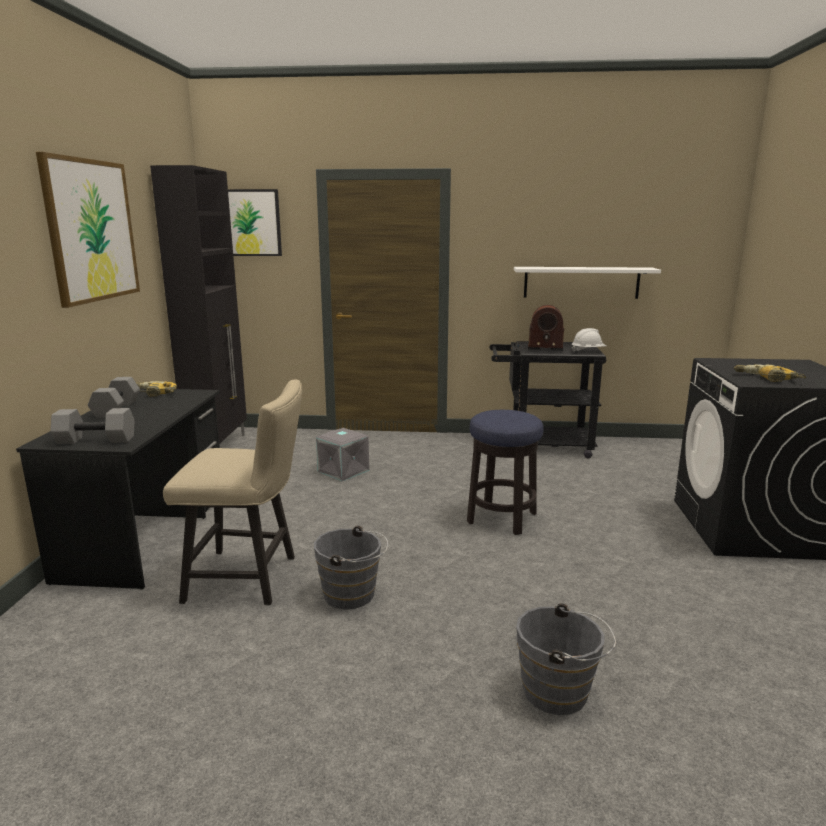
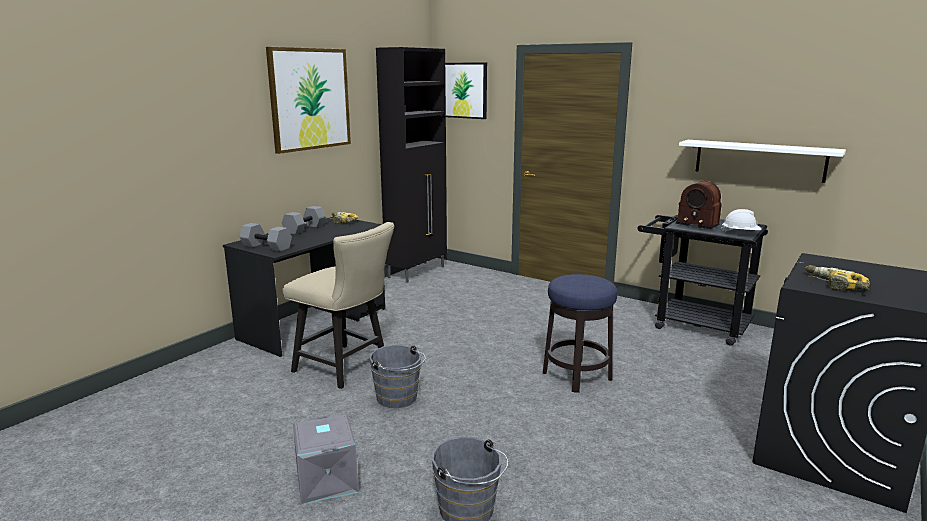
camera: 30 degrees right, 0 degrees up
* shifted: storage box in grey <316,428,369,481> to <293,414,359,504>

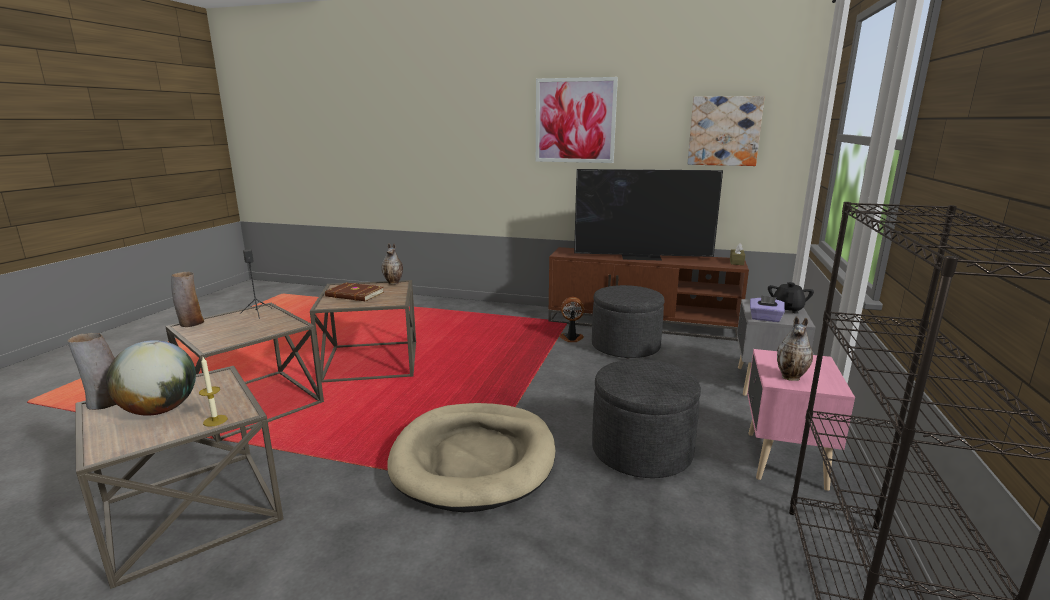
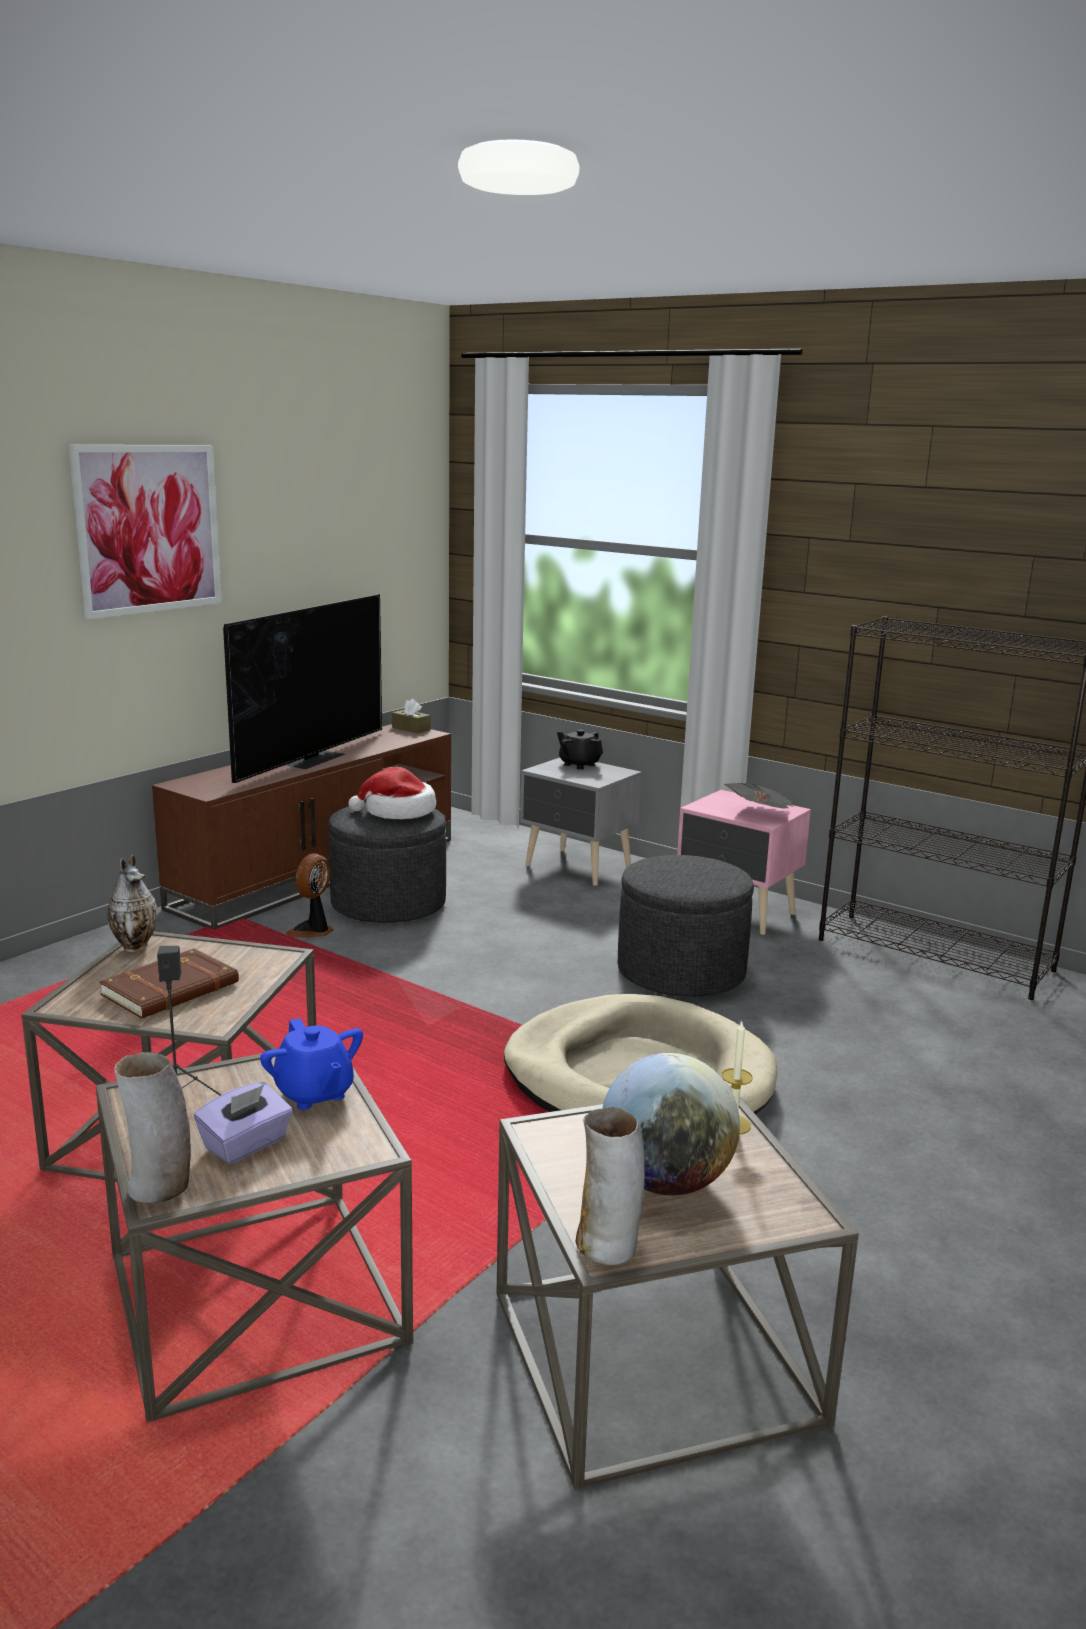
camera: 70 degrees left, 0 degrees up
* gone: picture <687,96,765,166>
* shifted: tissue box in purple <750,295,785,322> to <194,1082,293,1164>
* swapped: vase <777,316,813,381> to newspaper <724,783,794,808>
* new: hat <349,767,436,819>
* new: teapot in blue <260,1018,363,1110>

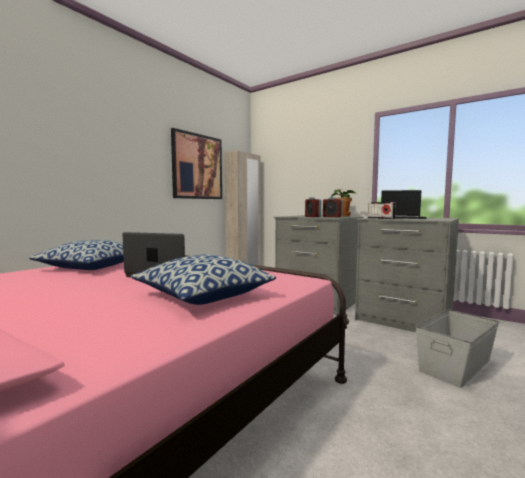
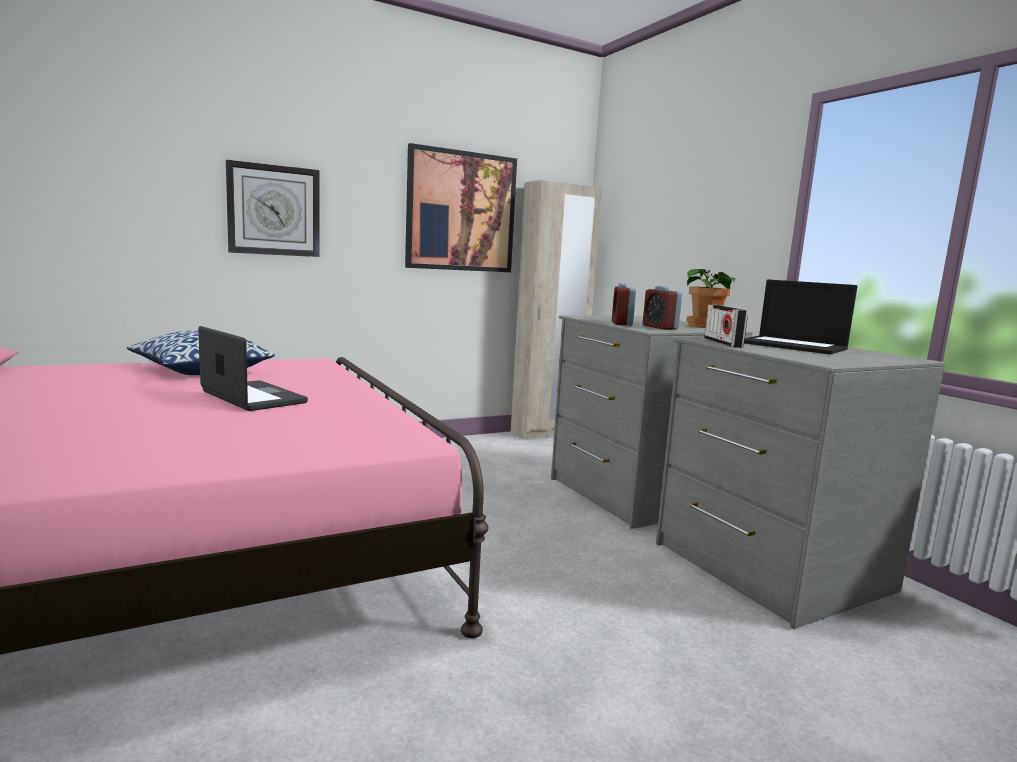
camera: 25 degrees right, 5 degrees up
* gone: pillow <131,254,276,305>
* gone: storage box in grey <416,309,499,388>
* new: wall clock <226,160,320,257>

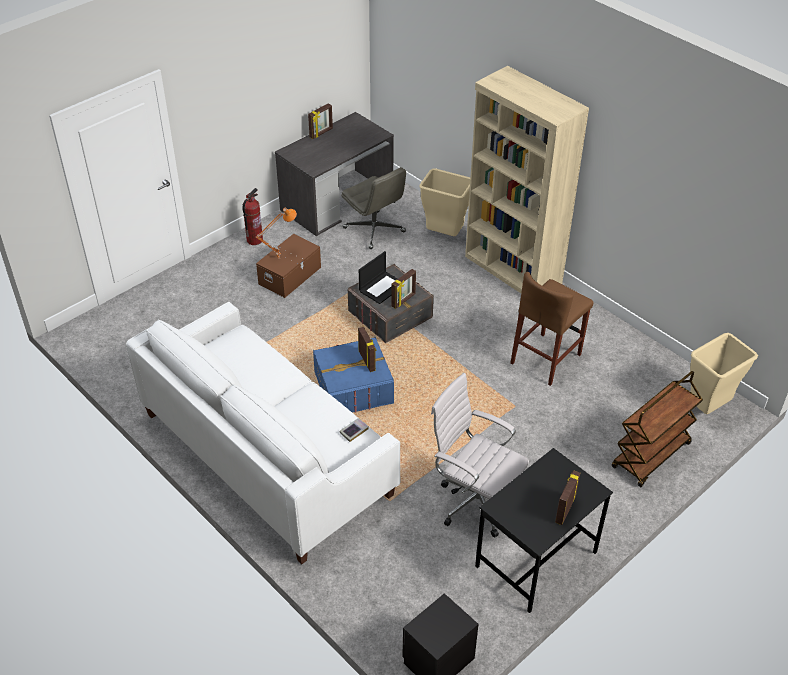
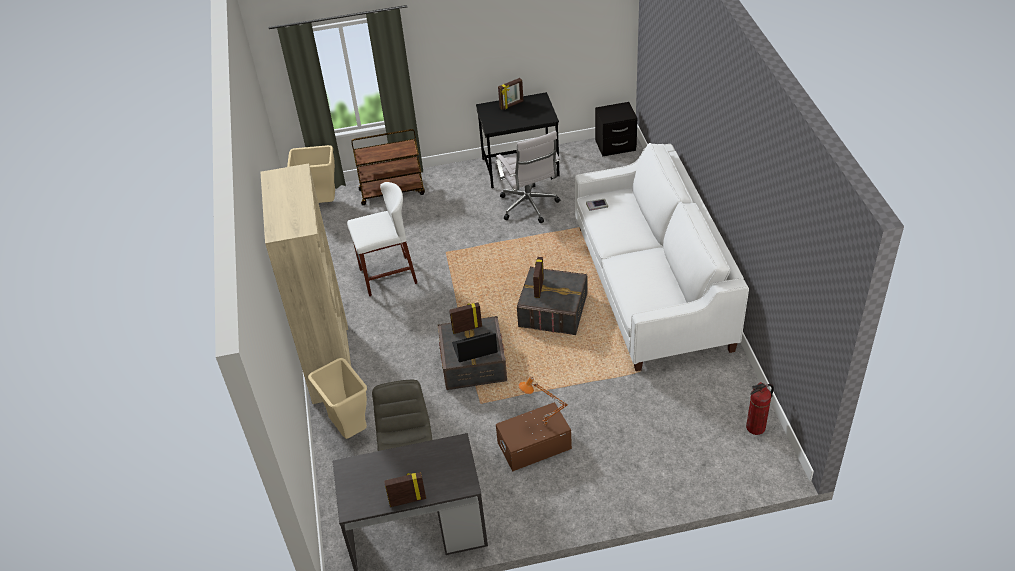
camera: 145 degrees left, 0 degrees up
* shifted: fire extinguisher <242,188,263,245> to <746,382,774,435>
* repainted: stool in brown <510,272,593,386> to stool in white <347,182,417,296>
* repainted: storage box in blue <313,337,394,413> to storage box in grey <517,266,588,335>

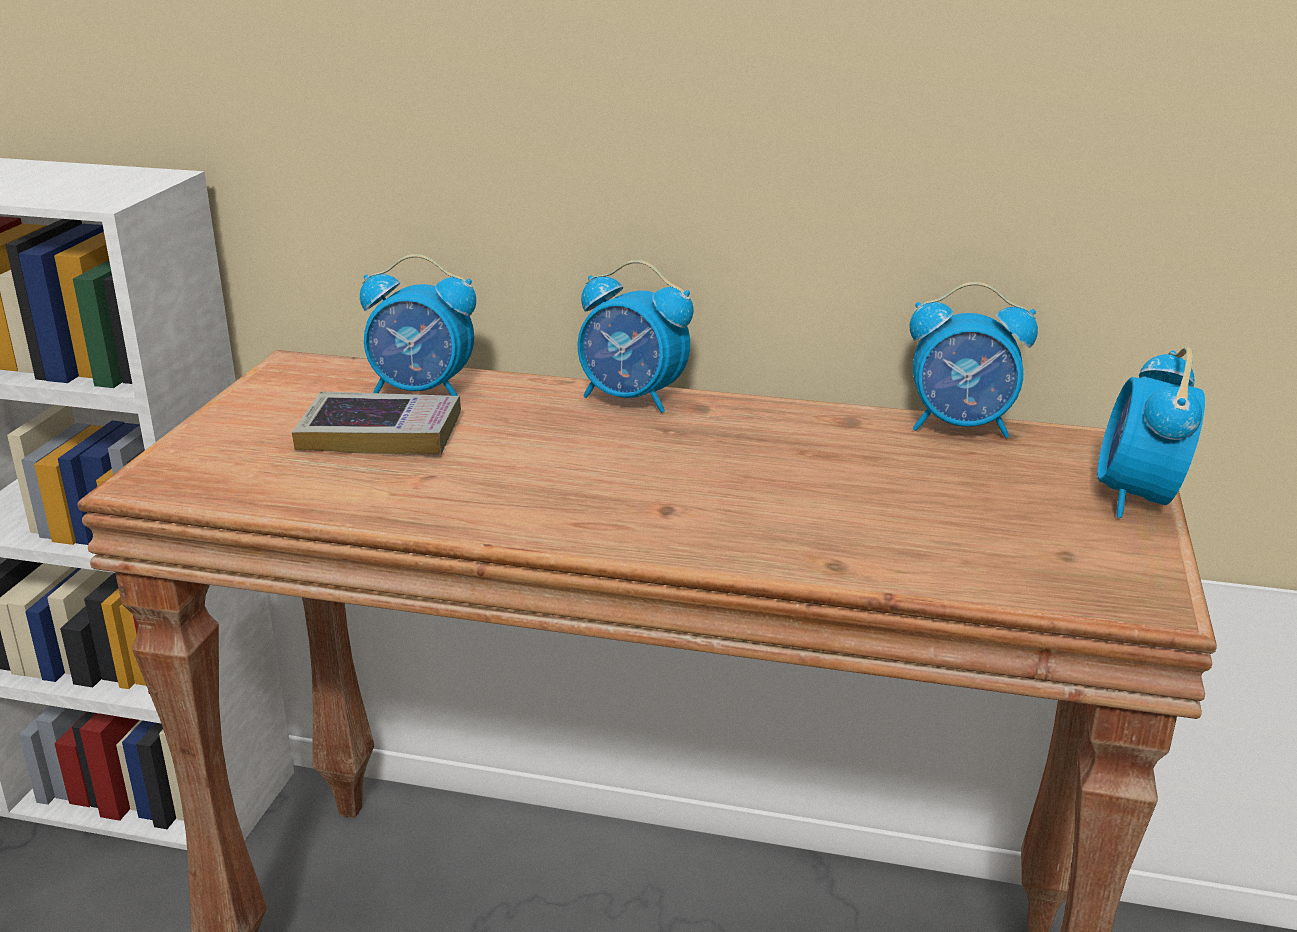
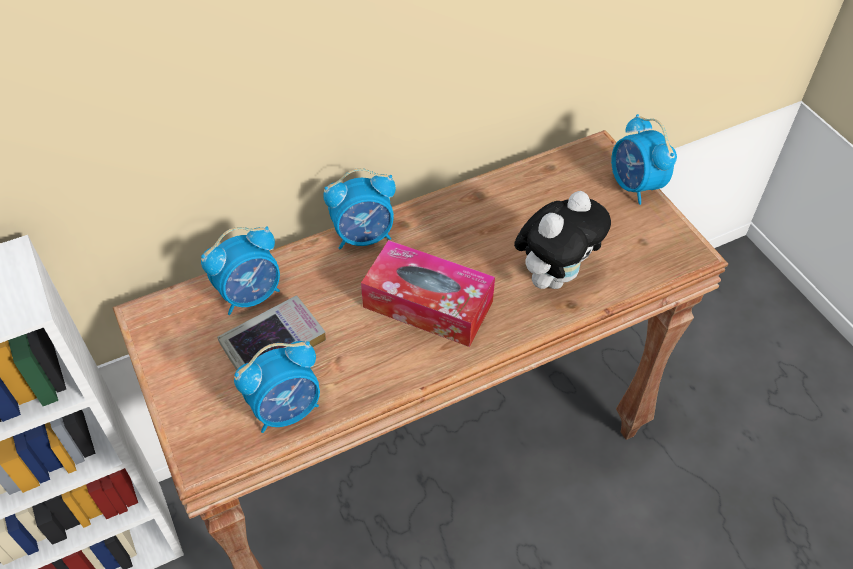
camera: 40 degrees left, 25 degrees up
* shifted: alarm clock <909,282,1038,438> to <234,341,320,433>
* new: plush toy <514,191,611,289>
* new: tissue box <361,240,495,347>

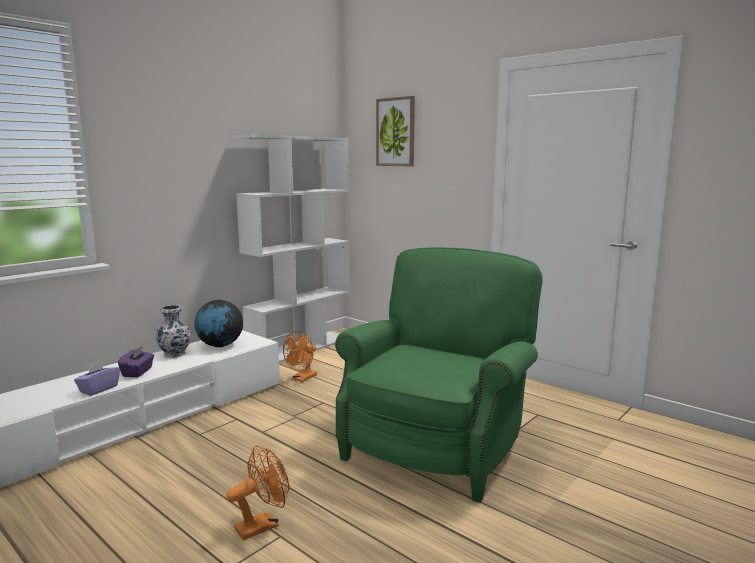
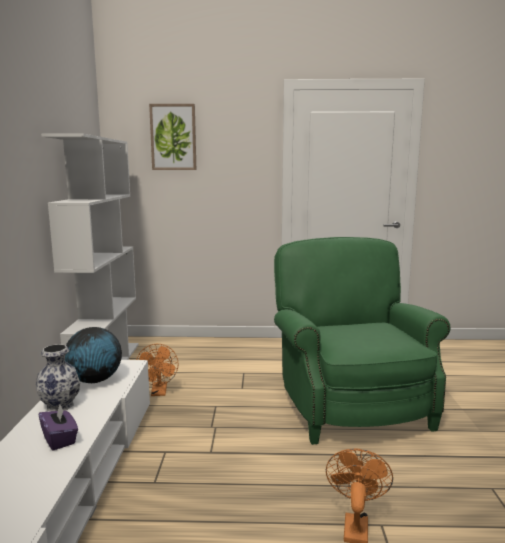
camera: 40 degrees left, 0 degrees up
* gone: tissue box in purple <74,360,120,396>

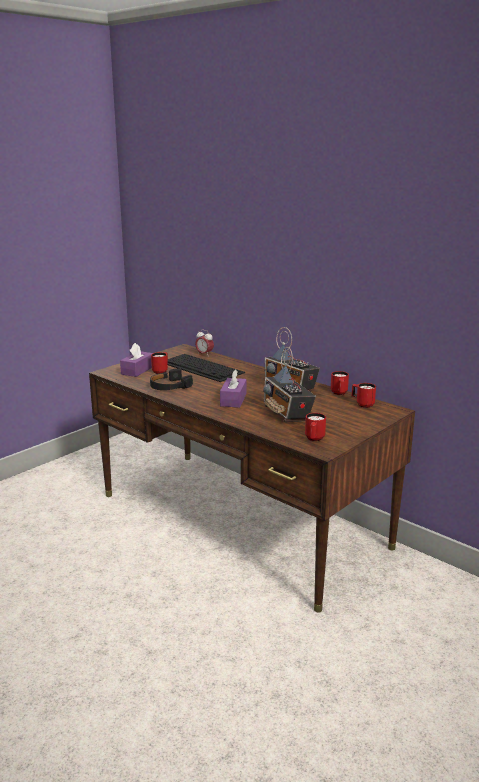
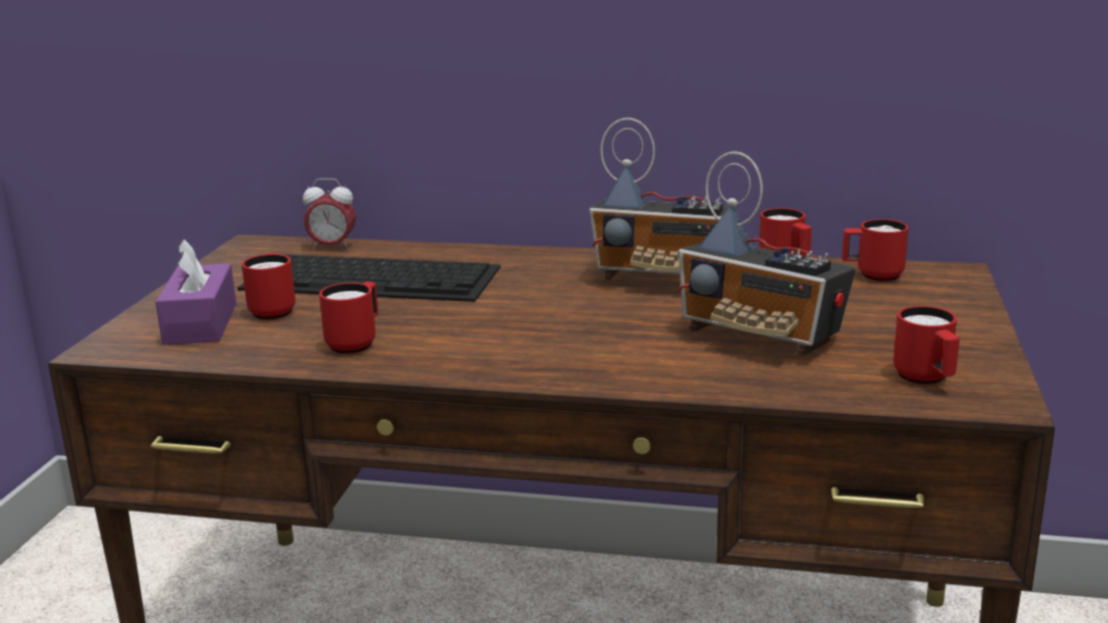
camera: 30 degrees left, 0 degrees up
* swapped: headphones in black <150,368,193,390> to mug in red <319,282,379,354>
* gone: tissue box in purple <220,370,247,408>

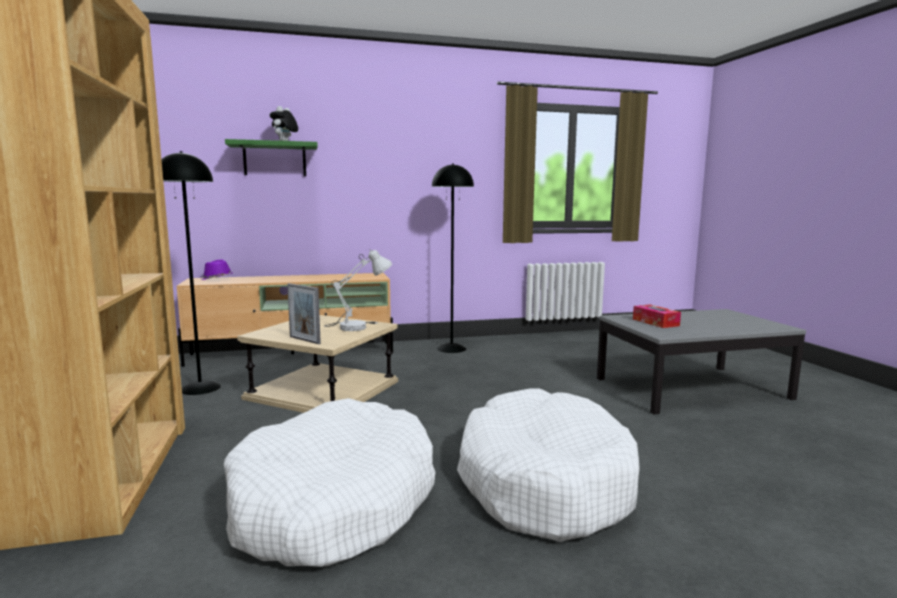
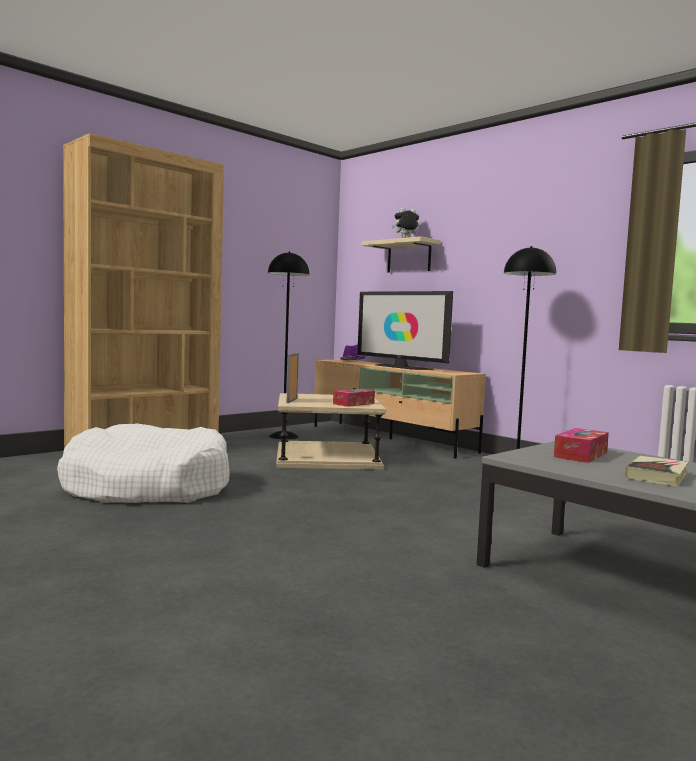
camera: 60 degrees right, 5 degrees down
* repainted: shelf in green <225,139,317,176> to shelf in beige <361,236,441,272>
* swapped: table lamp in white <324,249,392,331> to tissue box <333,389,375,407>
* gone: dog bed in white <457,388,640,542>
* new: television <357,291,453,370>
* new: book <625,456,688,486>

